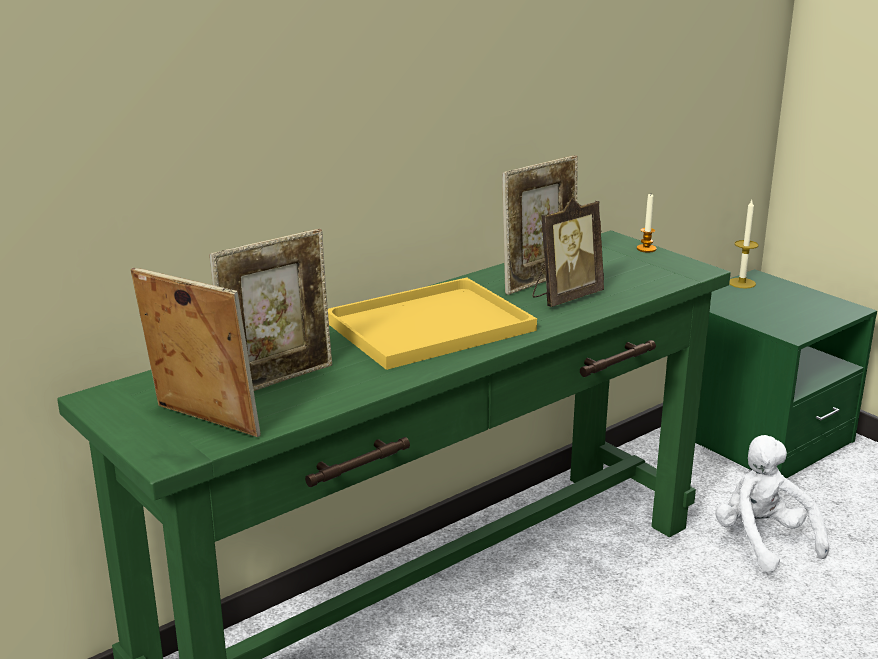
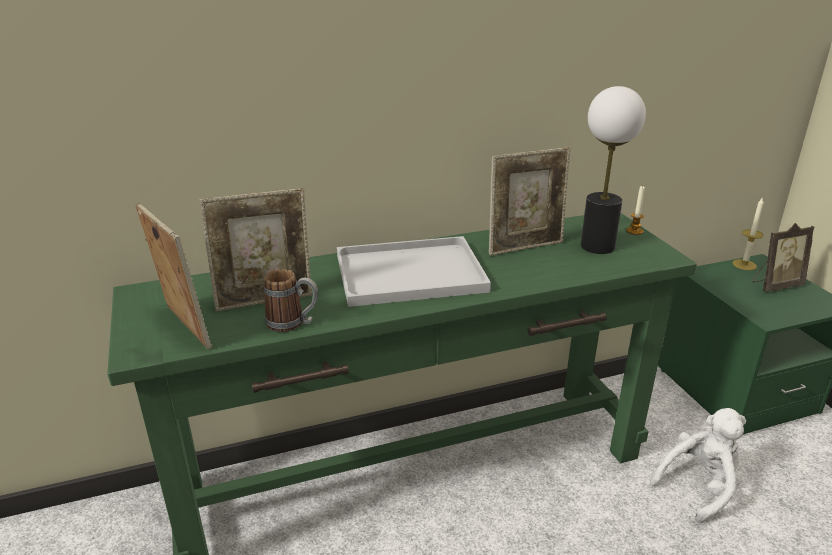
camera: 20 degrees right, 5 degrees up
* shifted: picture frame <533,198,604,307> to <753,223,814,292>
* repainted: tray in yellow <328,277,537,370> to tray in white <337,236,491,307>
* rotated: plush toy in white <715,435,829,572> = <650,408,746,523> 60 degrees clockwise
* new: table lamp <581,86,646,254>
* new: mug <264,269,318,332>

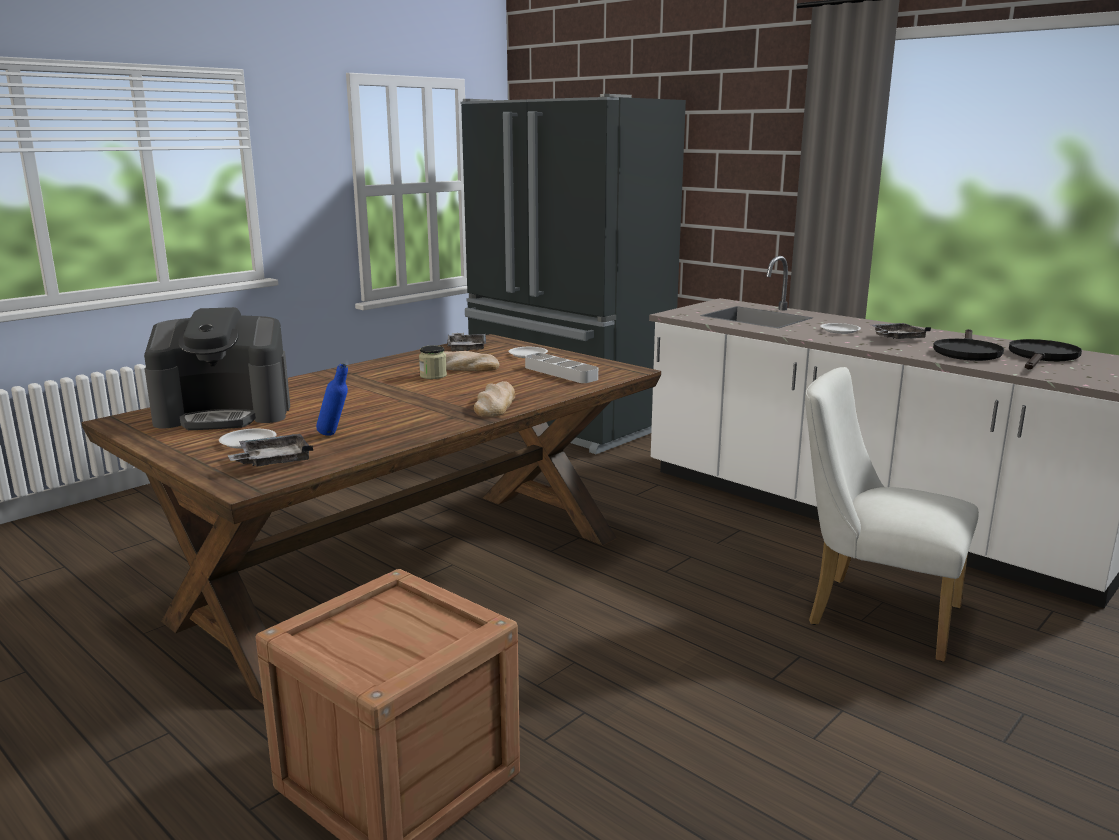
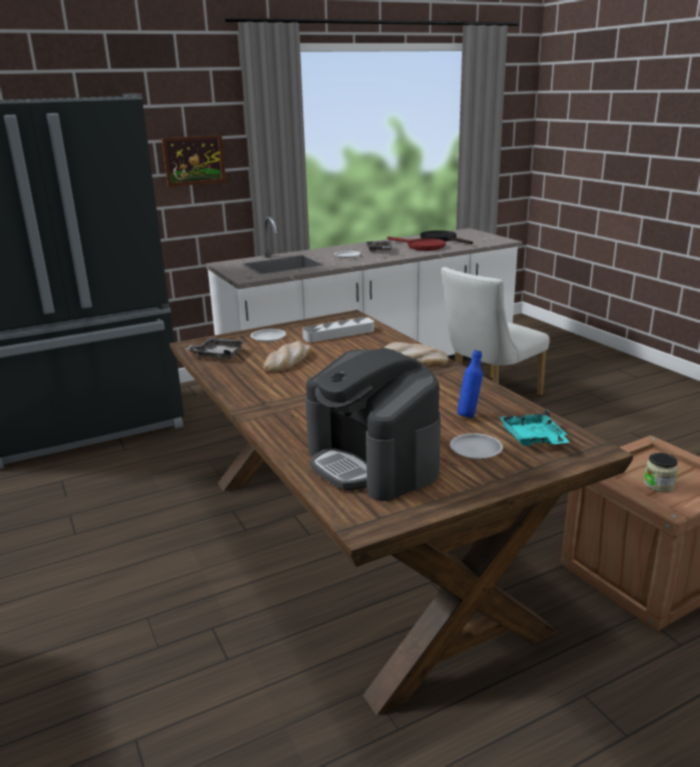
camera: 70 degrees left, 5 degrees up
* rotated: coffee machine <144,307,290,430> = <305,348,441,501> 135 degrees clockwise
* repainted: frying pan in black <933,329,1004,361> to frying pan in red <387,236,446,251>
* shifted: jar <419,345,447,379> to <644,453,678,492>
* repainted: tray in grey <228,434,313,466> to tray in turquoise <499,409,569,446>
* new: picture <161,135,226,187>

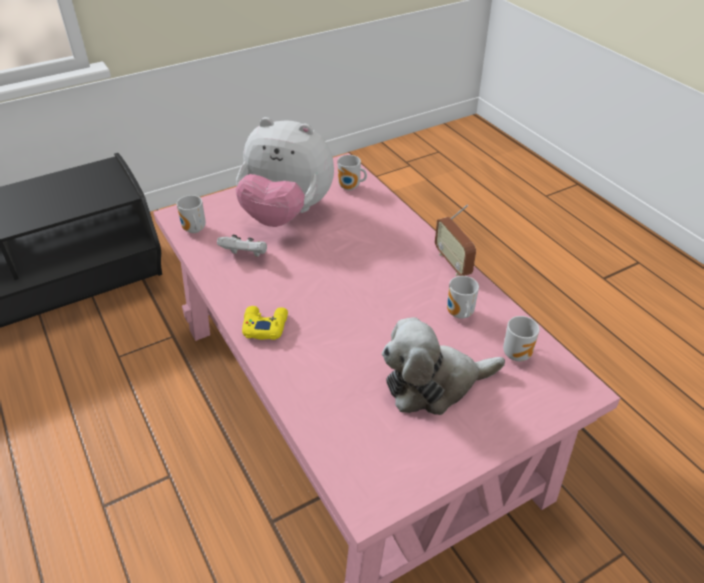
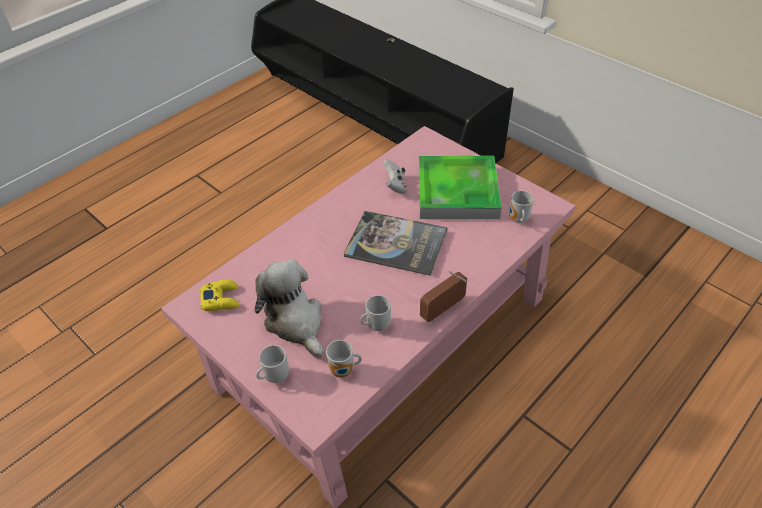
camera: 75 degrees right, 5 degrees up
* swapped: plush toy <235,117,334,227> to tray <419,156,502,219>
* shifted: mug <177,195,206,233> to <256,345,289,383>
* shifted: game controller in yellow <242,306,288,340> to <200,279,239,311>
* new: book <344,211,447,276>

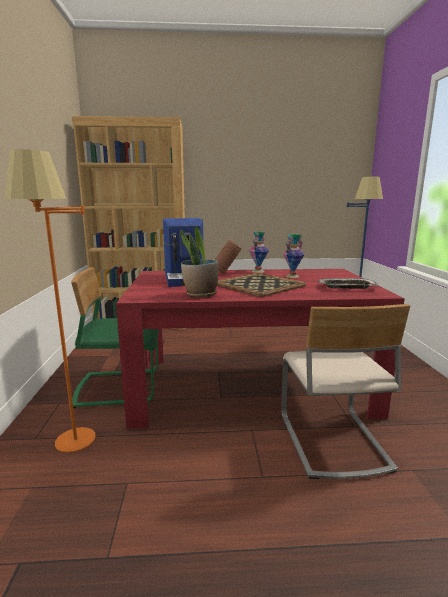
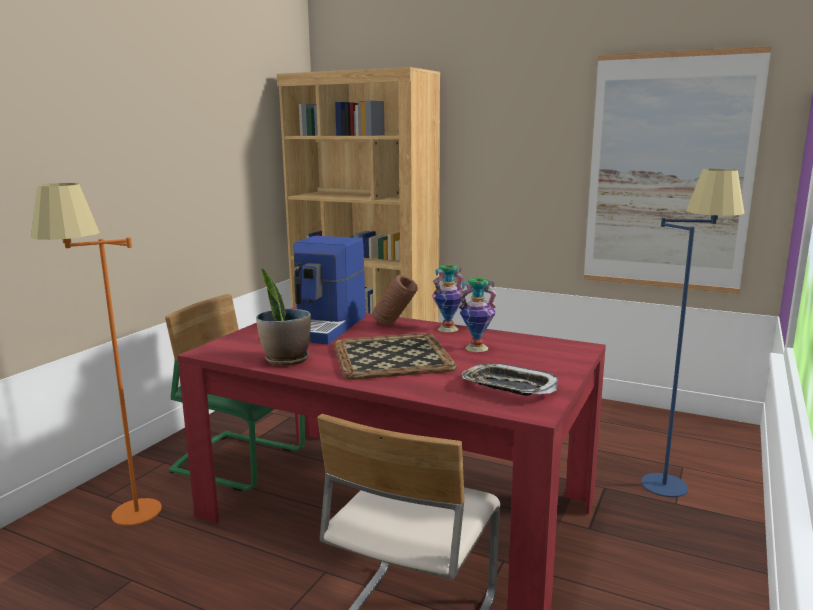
camera: 30 degrees right, 0 degrees up
* new: picture <583,46,772,294>

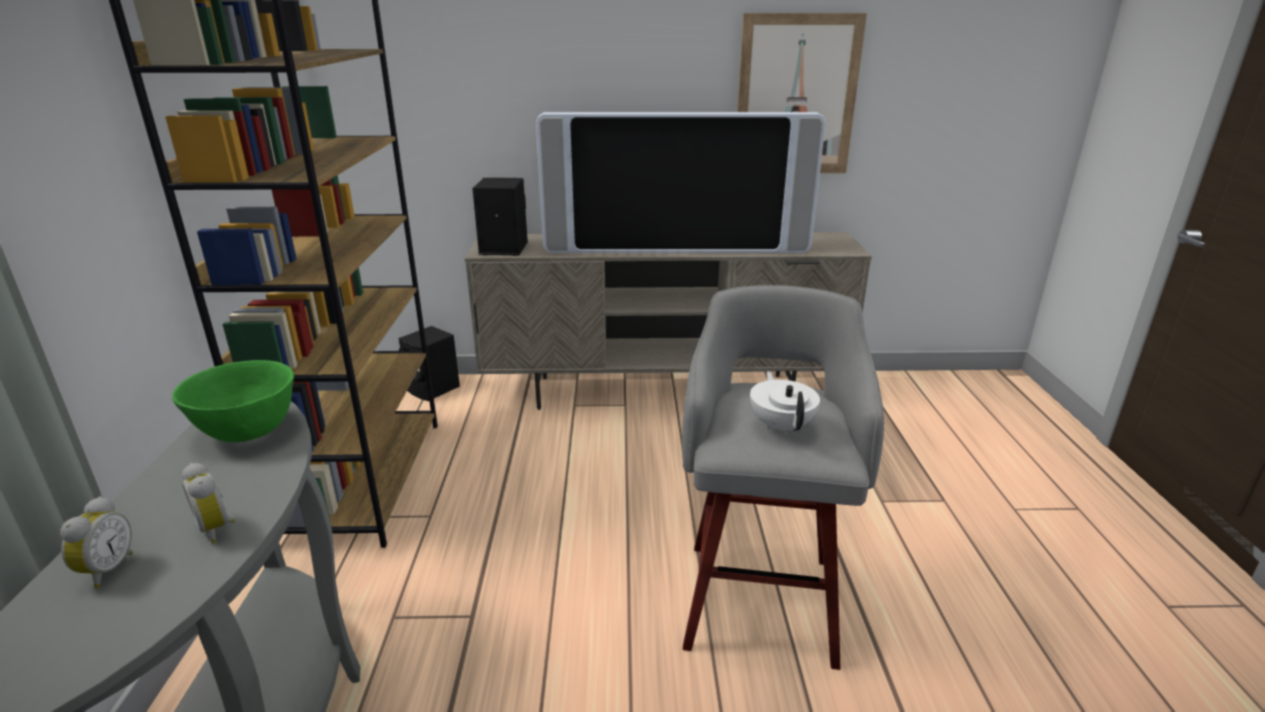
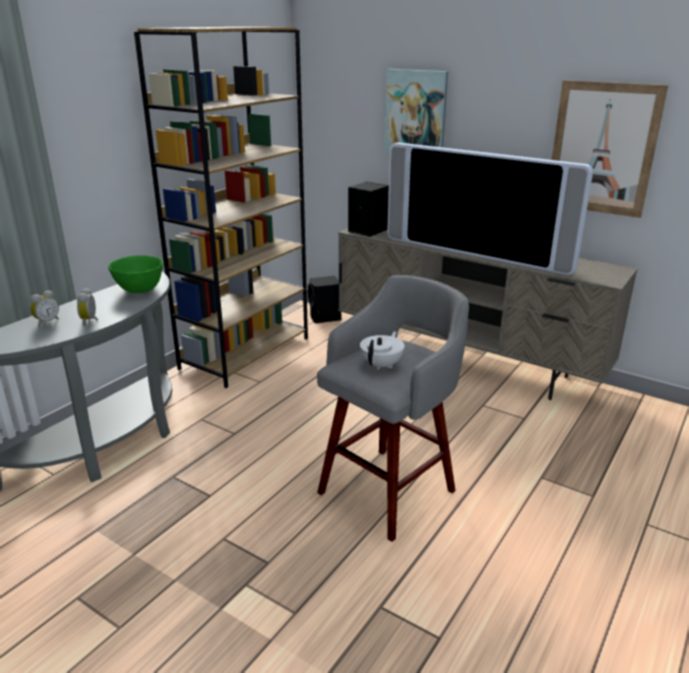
camera: 35 degrees right, 0 degrees up
* new: picture <385,69,448,152>

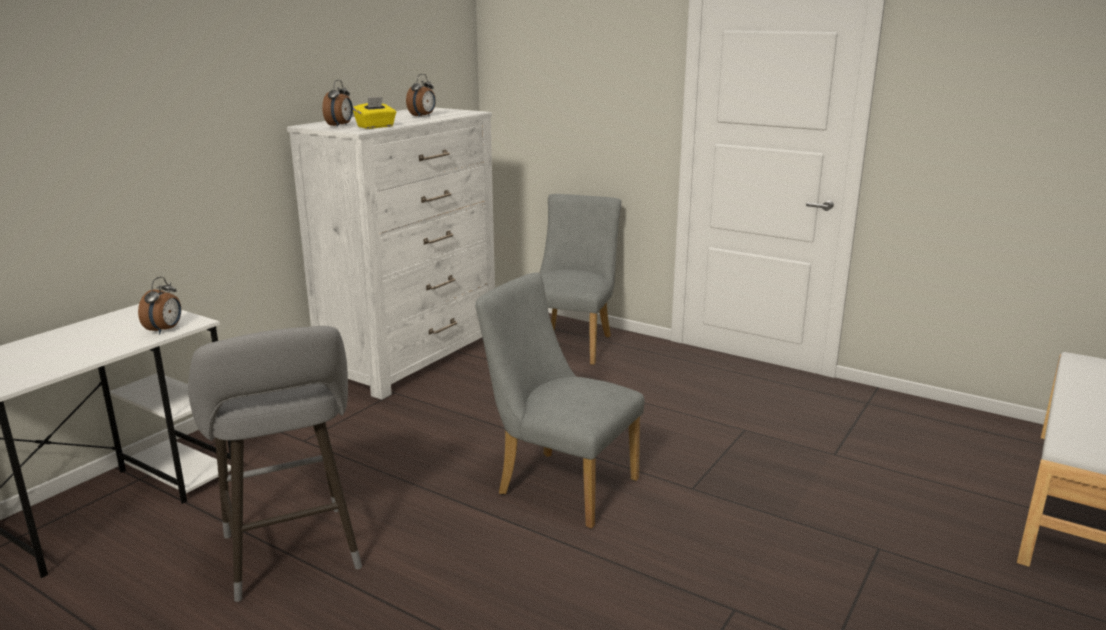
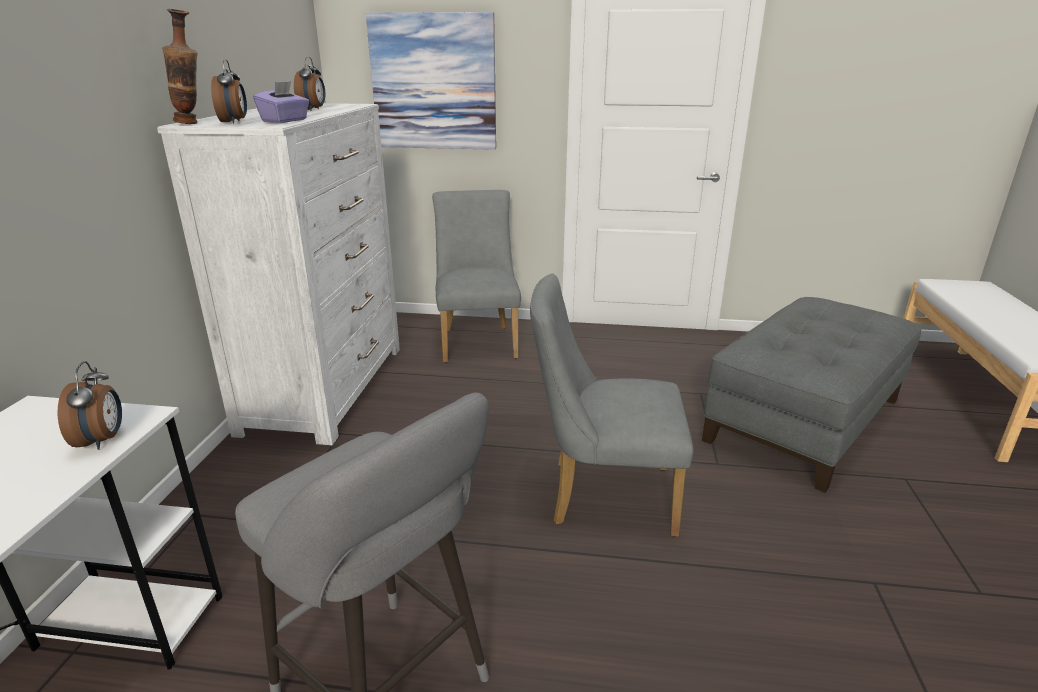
camera: 25 degrees left, 5 degrees up
* repainted: tissue box in yellow <353,97,396,129> to tissue box in purple <253,81,309,123>
* new: vase <162,9,198,124>
* new: picture <366,12,496,150>
* new: ottoman in grey <702,297,922,493>

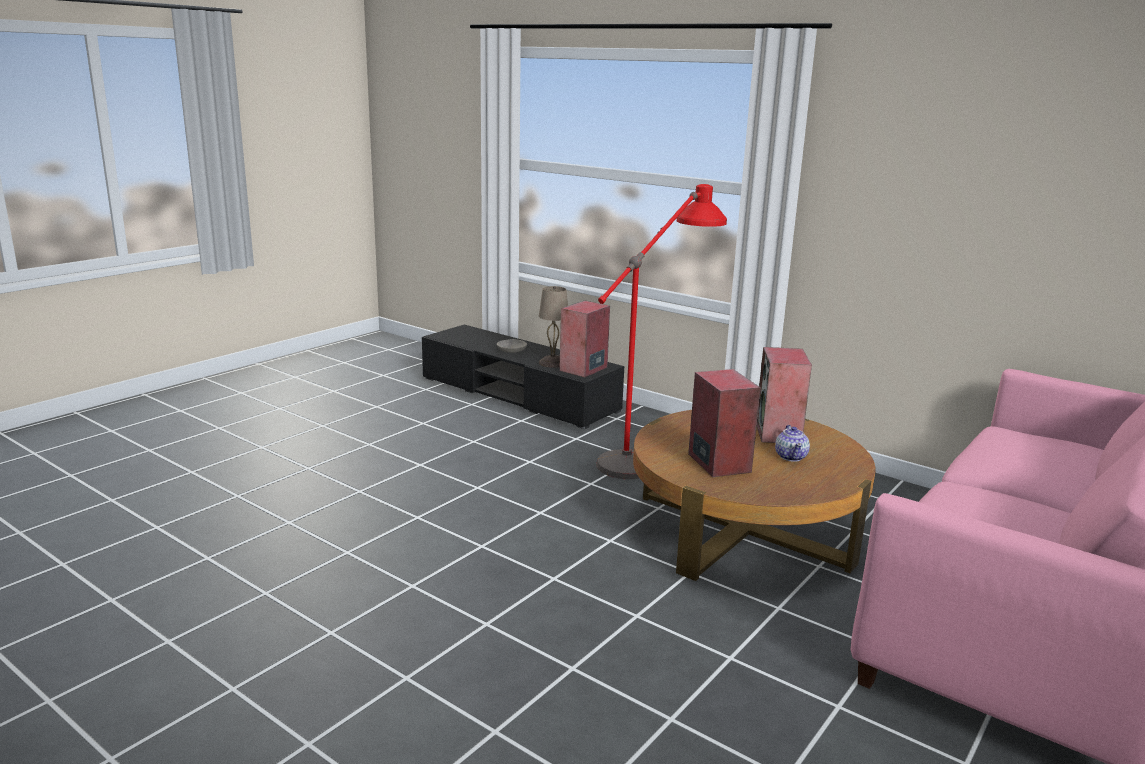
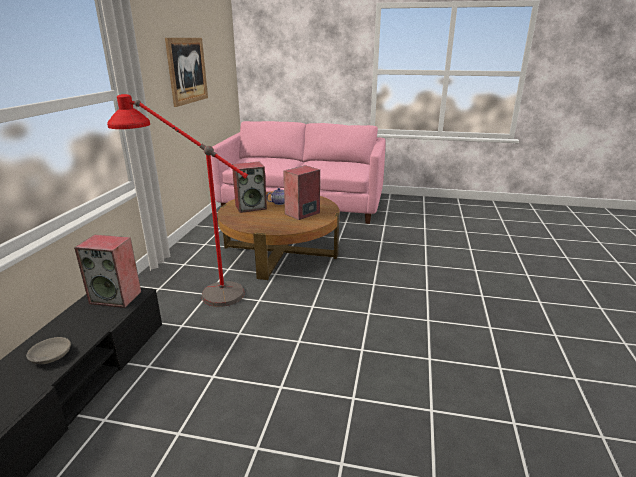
camera: 115 degrees left, 5 degrees up
* gone: table lamp in beige <539,286,568,368>
* new: picture <165,38,208,107>

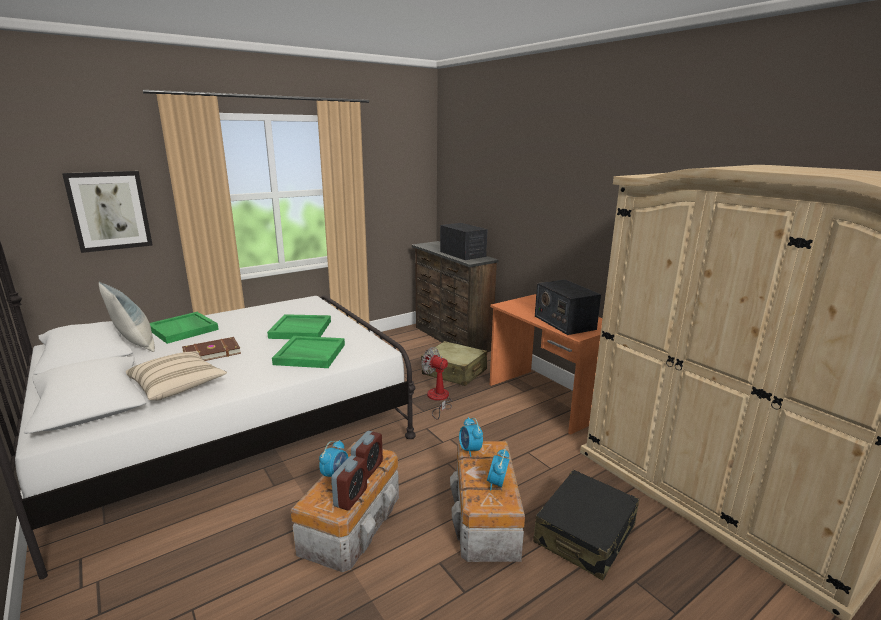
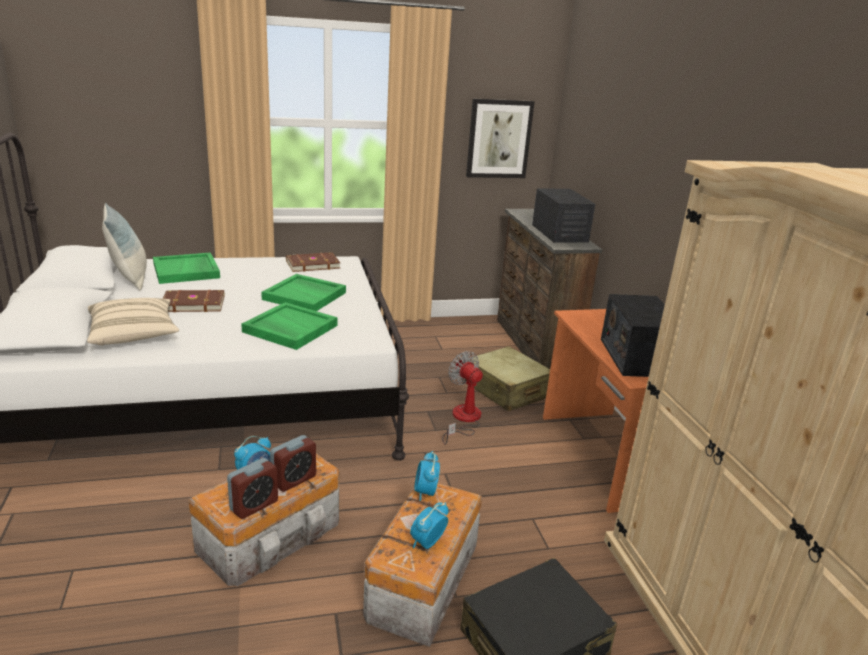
camera: 20 degrees right, 5 degrees up
* shifted: picture <62,171,153,253> to <466,98,534,178>
* new: book in brown <286,252,341,272>

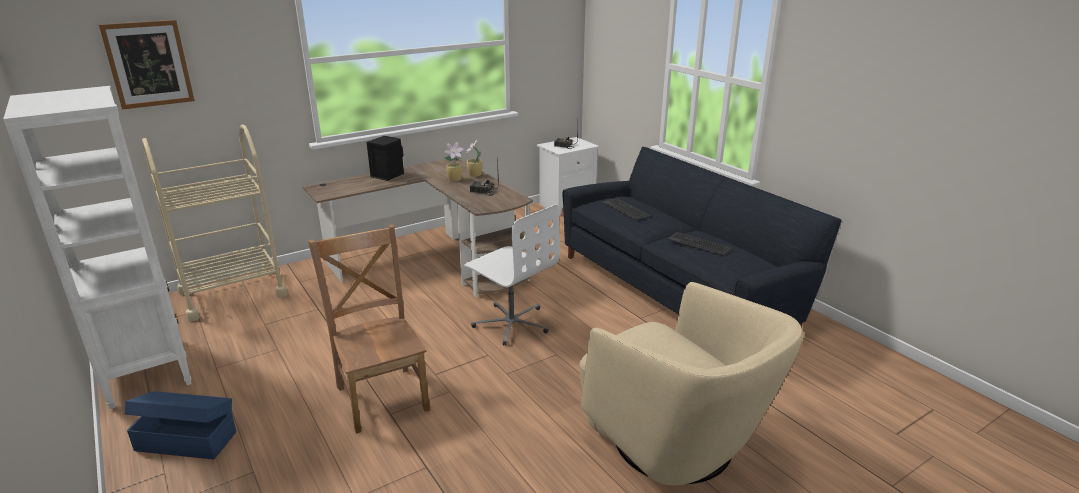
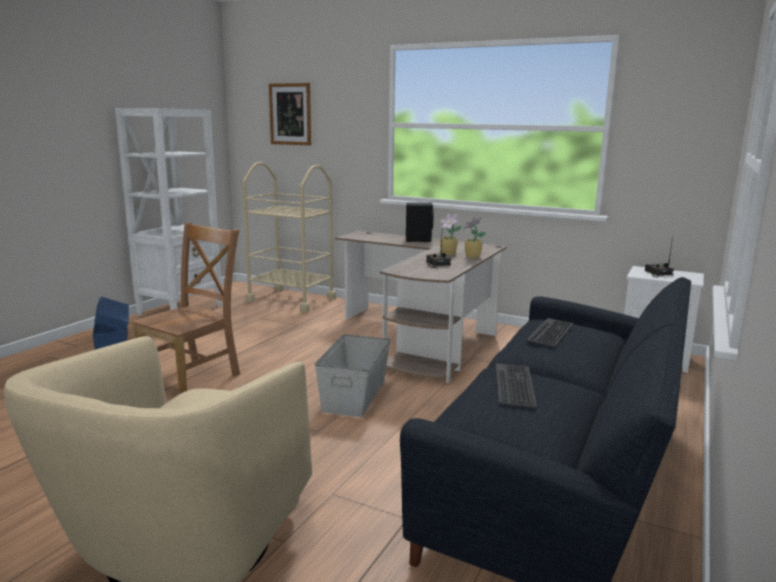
camera: 60 degrees right, 10 degrees down
* swapped: office chair in white <464,204,560,346> to storage box in grey <315,334,391,417>

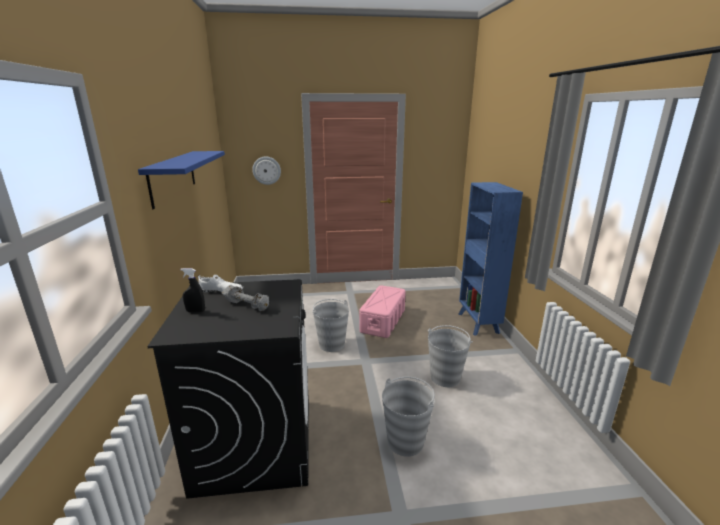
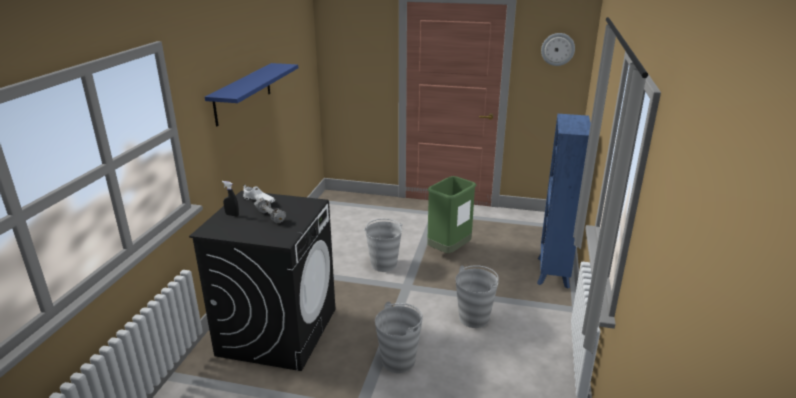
camera: 20 degrees right, 5 degrees up
* shifted: wall clock <252,157,281,185> to <541,33,575,66>
* swapped: storage box in pink <359,285,406,338> to trash can in green <427,176,476,254>

